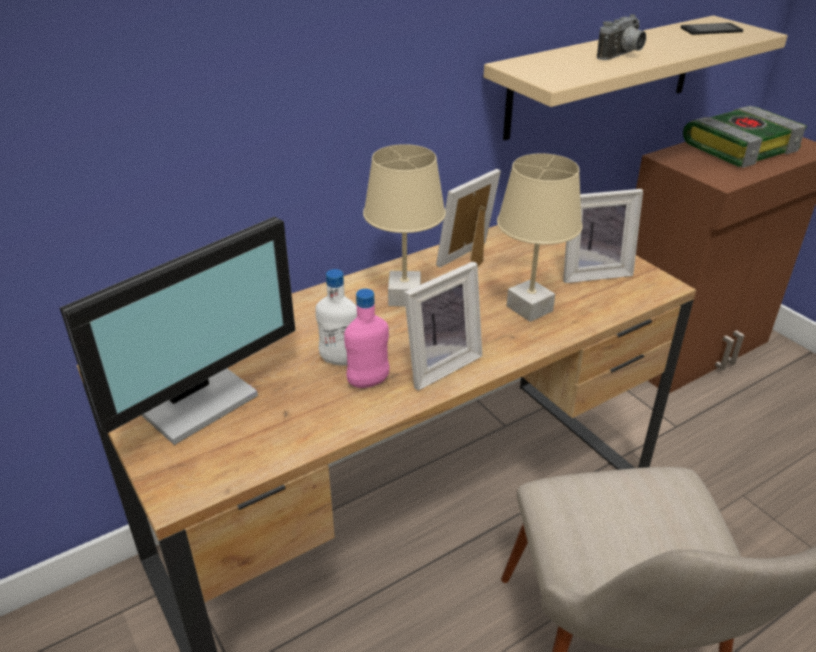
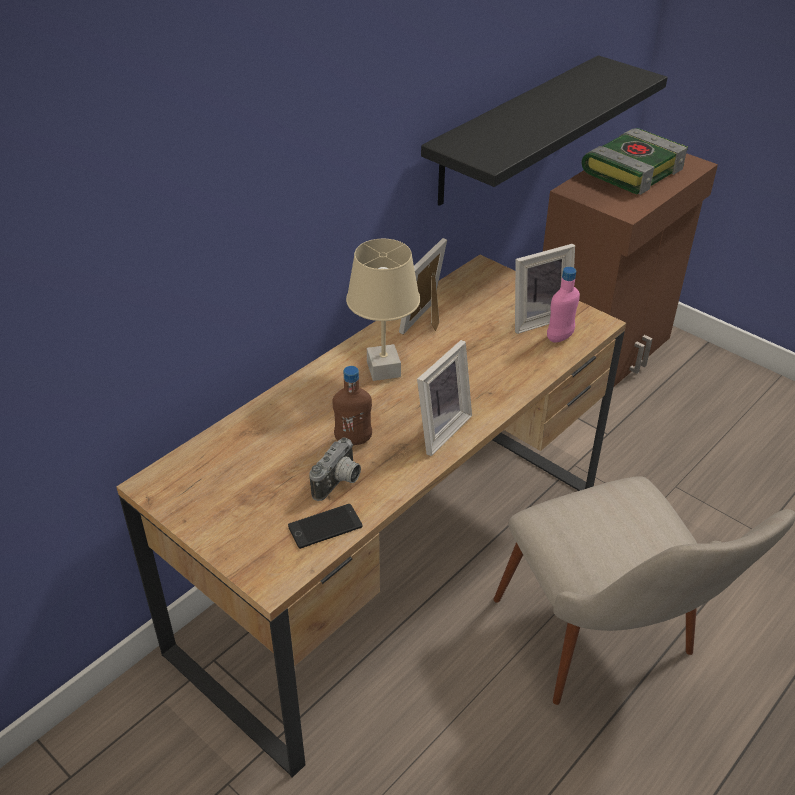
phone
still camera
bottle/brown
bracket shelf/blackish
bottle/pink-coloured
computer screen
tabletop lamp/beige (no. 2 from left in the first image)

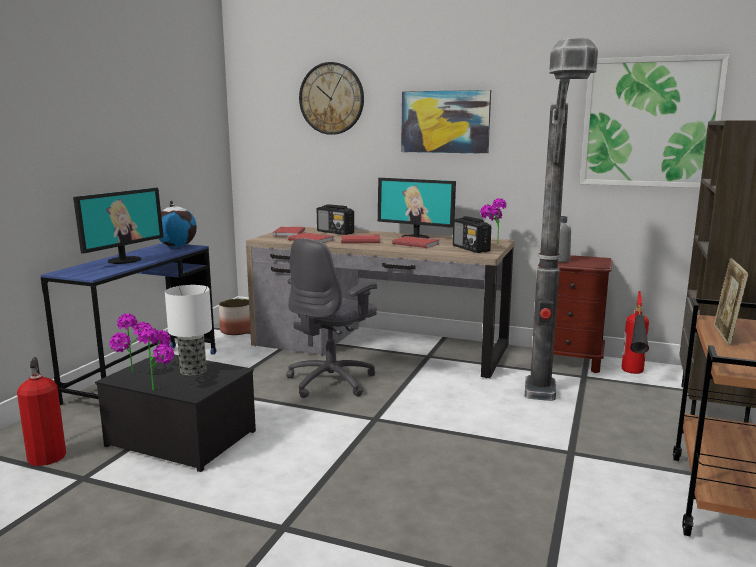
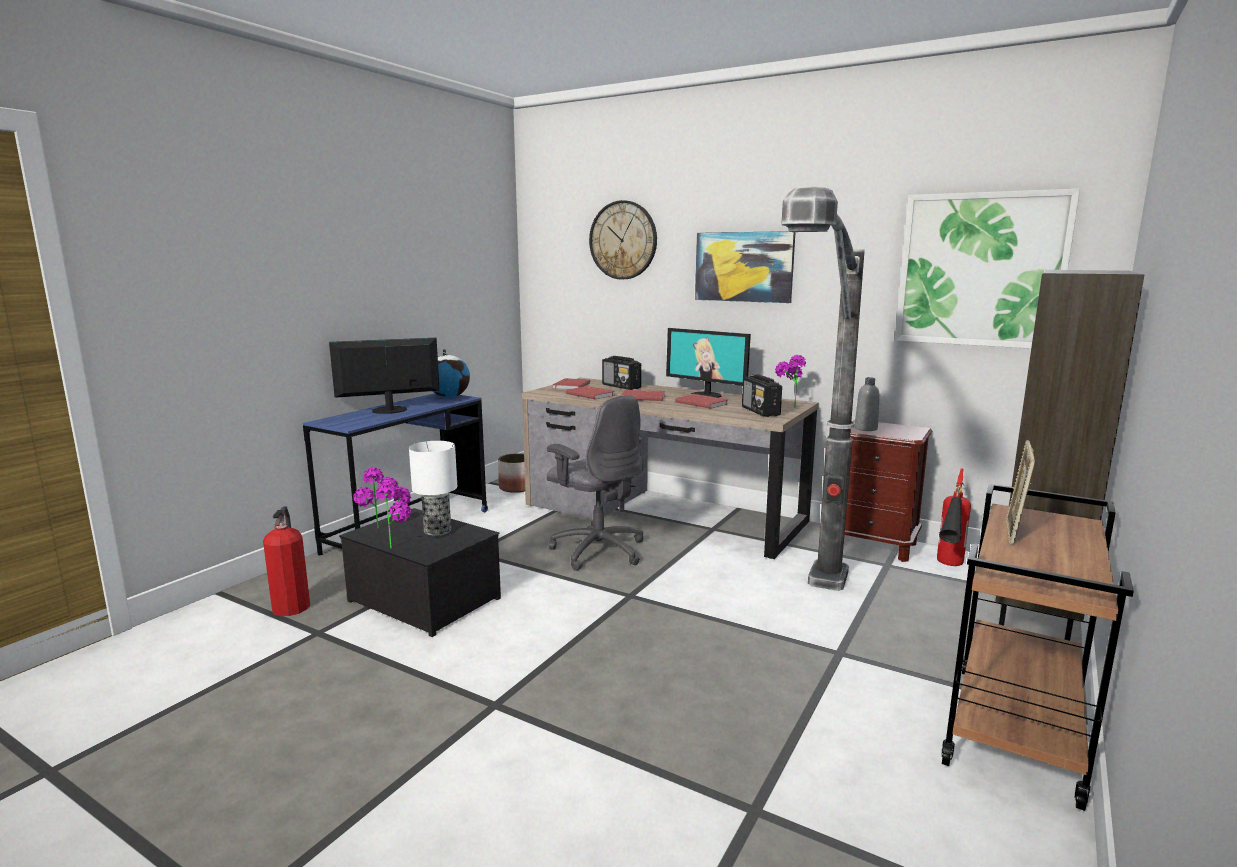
computer screen (no. 1 from left)
desk chair/gray

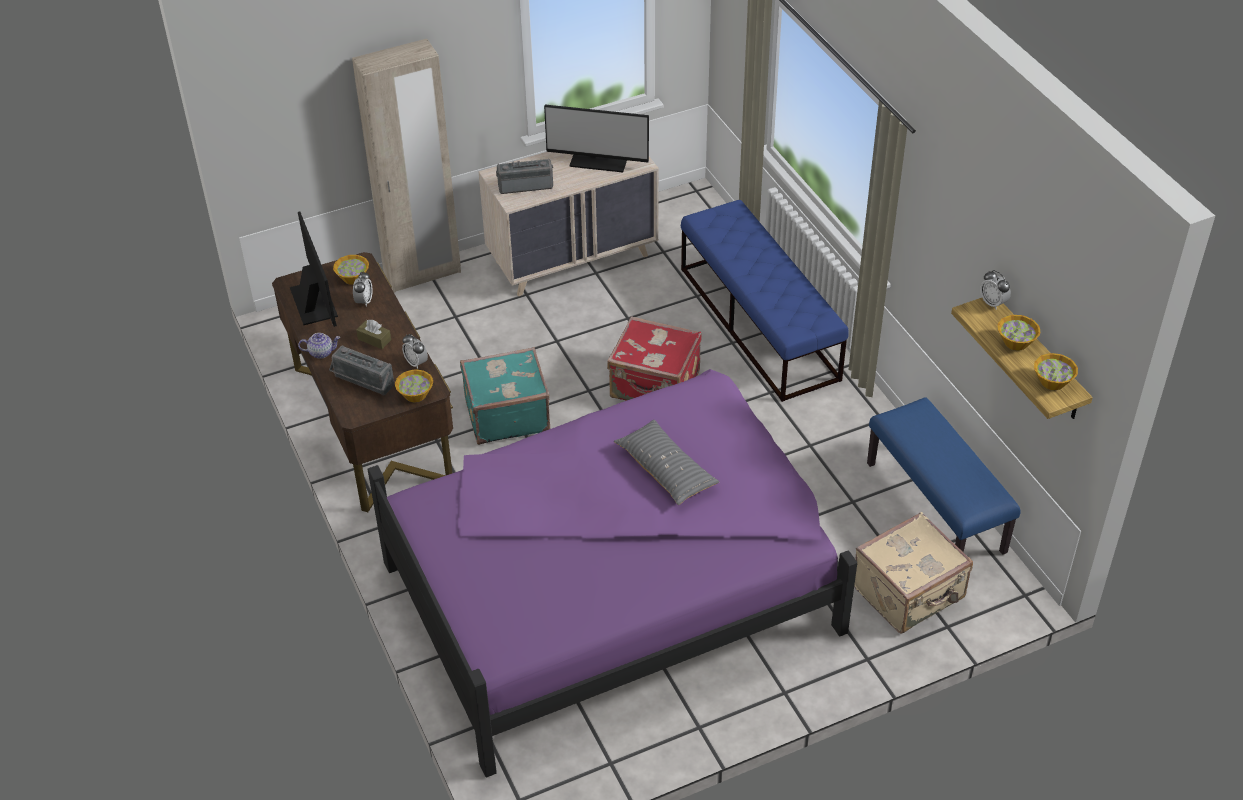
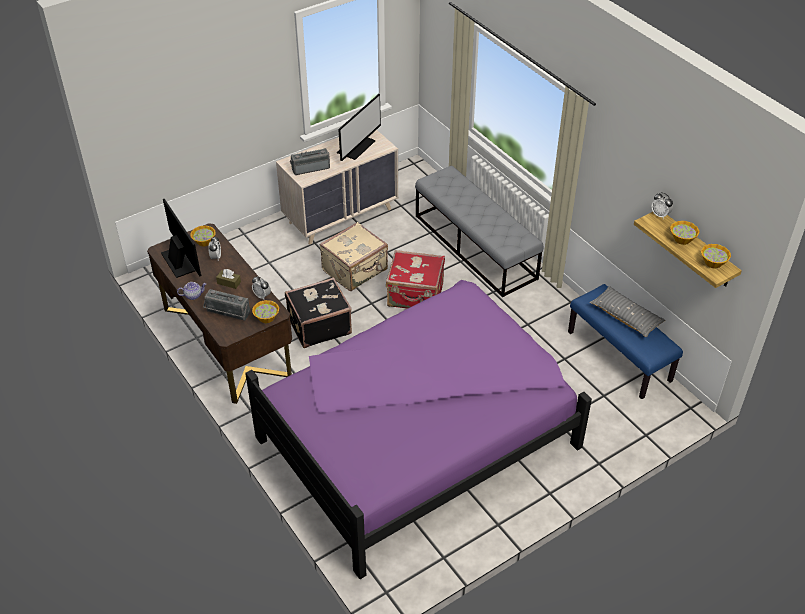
suitcase/blackish
suitcase/beige
computer screen (no. 2 from left)
bench/gray
throw pillow/gray
clothes cupboard/beige

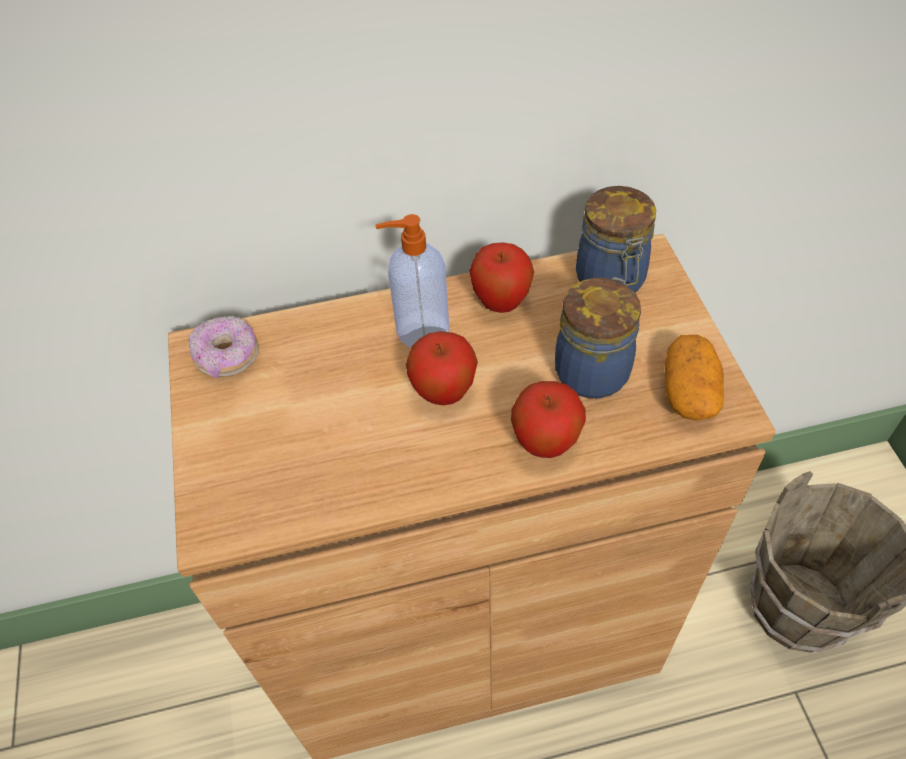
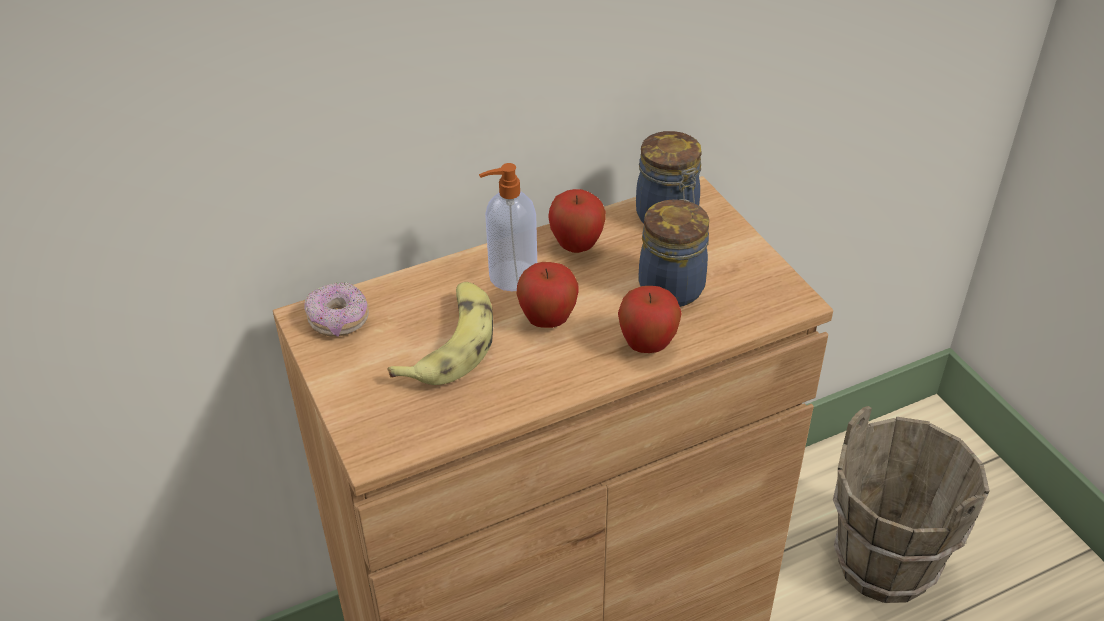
banana
whole potato

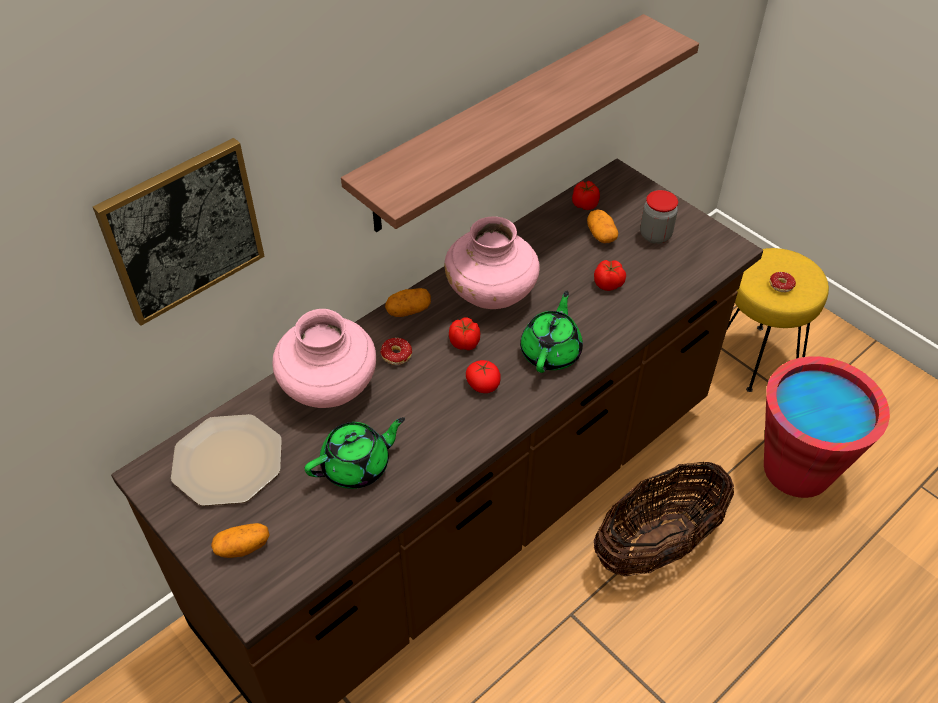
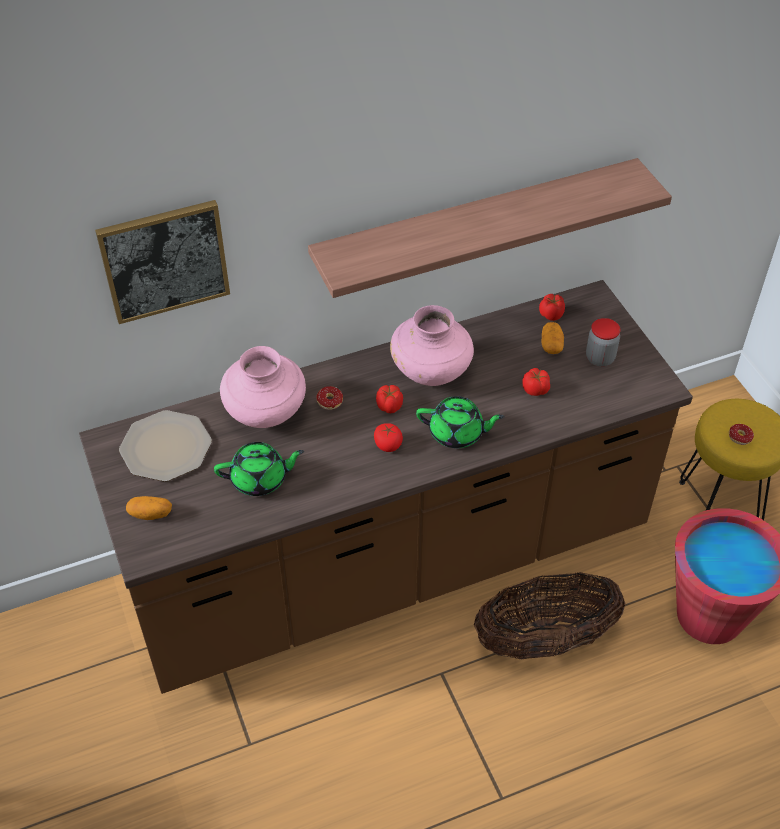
teapot/greenish (no. 2 from left)
whole potato (no. 2 from left in the first image)

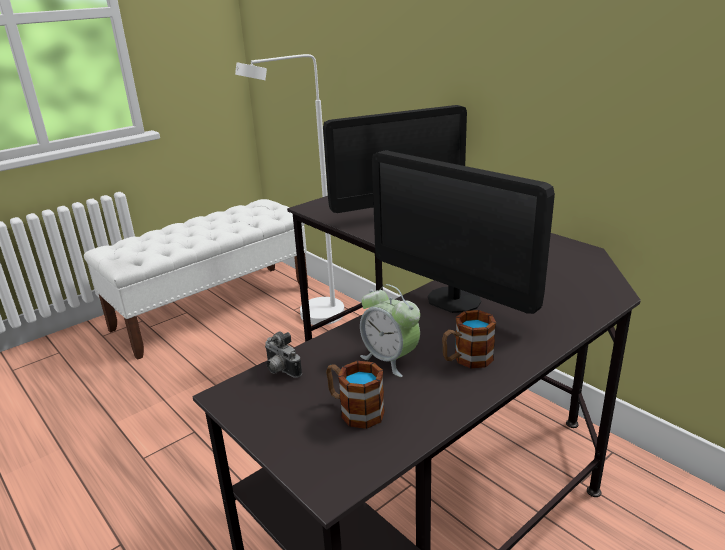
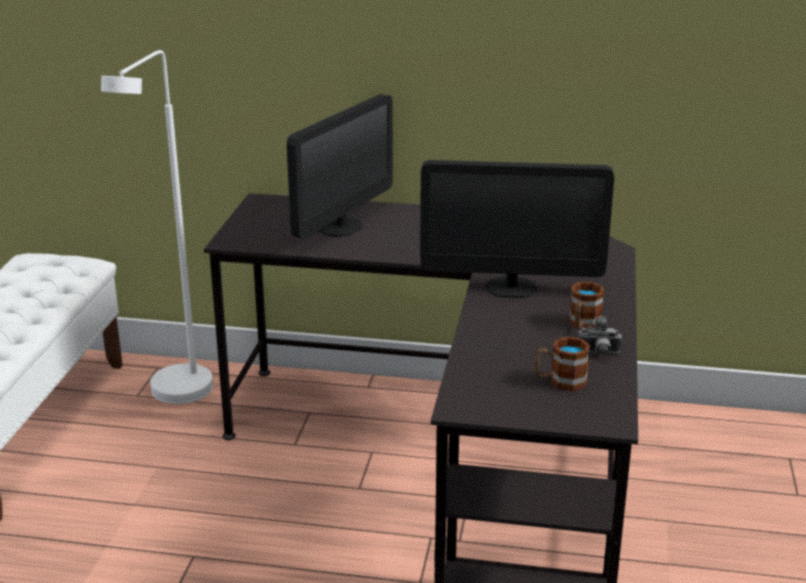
still camera
bedside clock

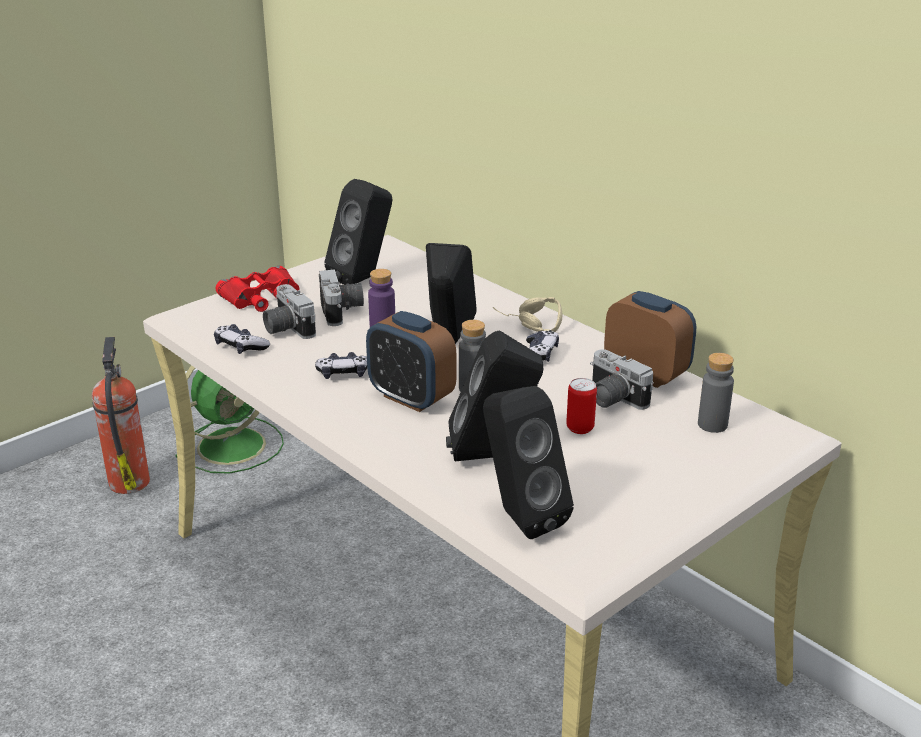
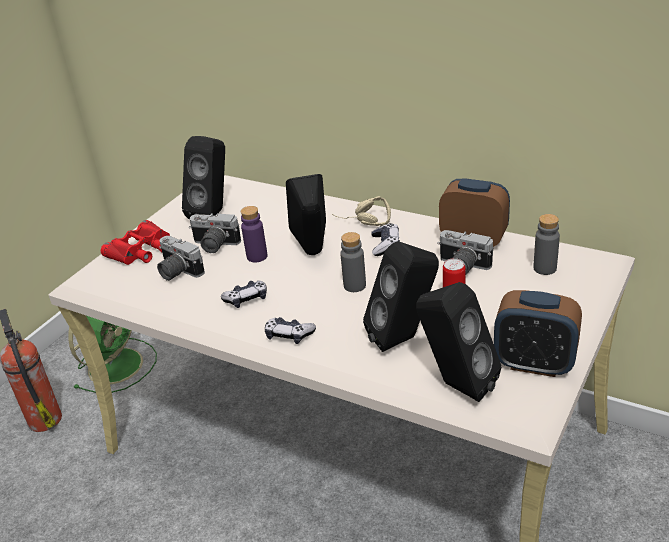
still camera (no. 2 from left)
joypad (no. 2 from left)
bedside clock (no. 2 from left)

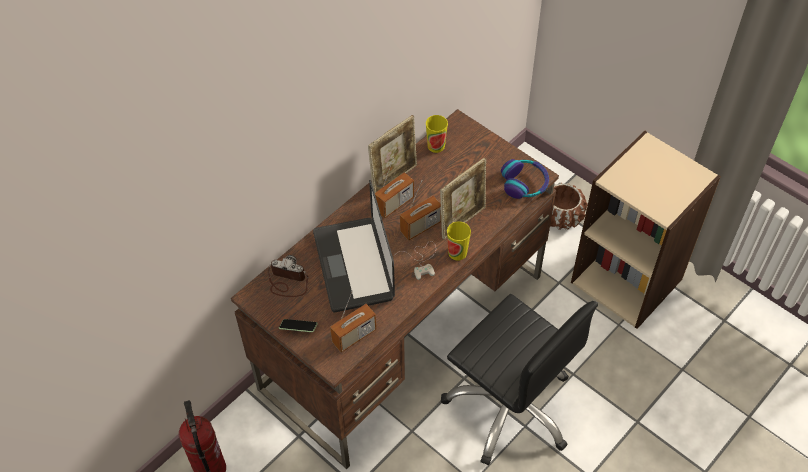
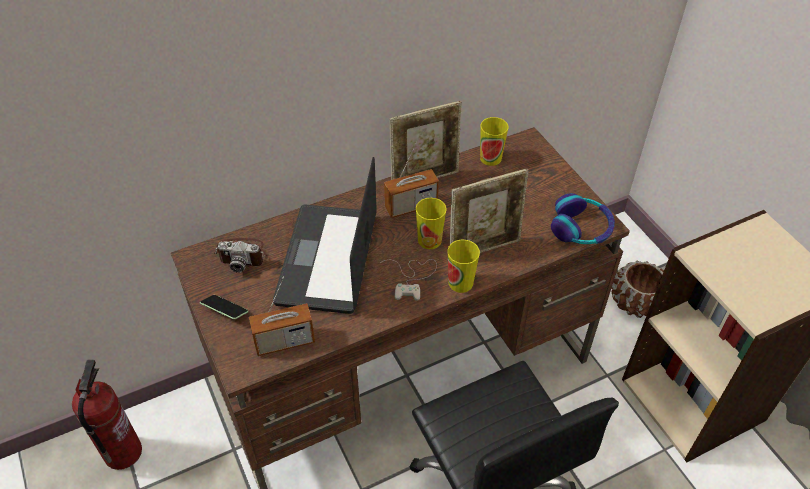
still camera
cup (no. 1 from left)

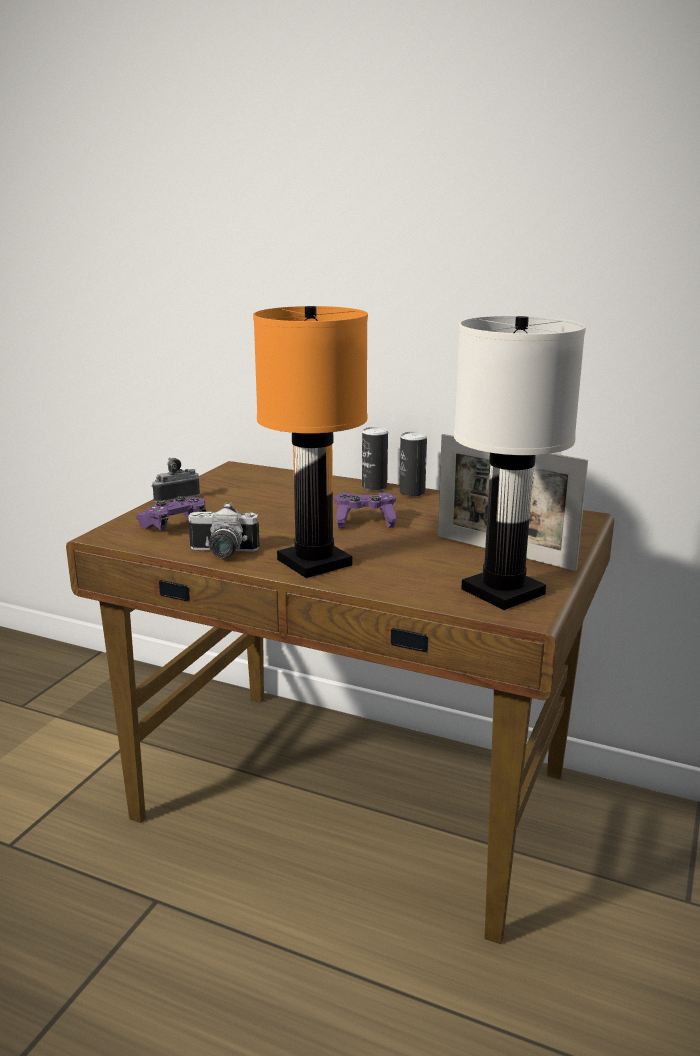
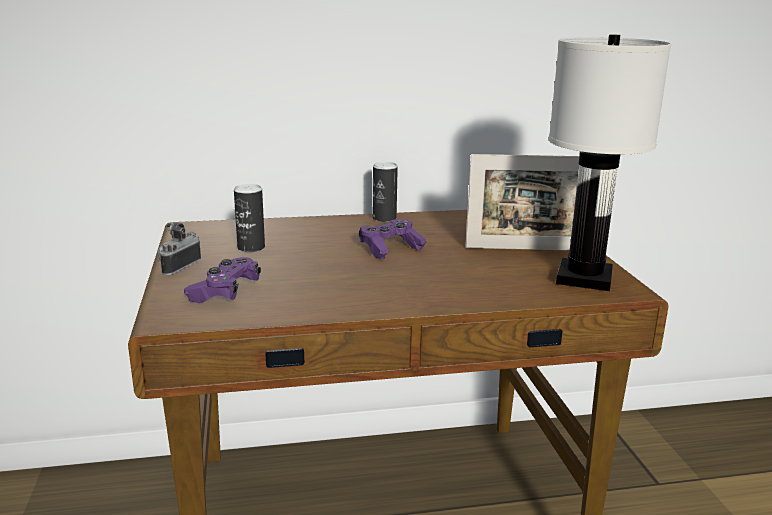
metal can (no. 1 from left)
still camera (no. 2 from left in the first image)
tabletop lamp/orange-coloured

